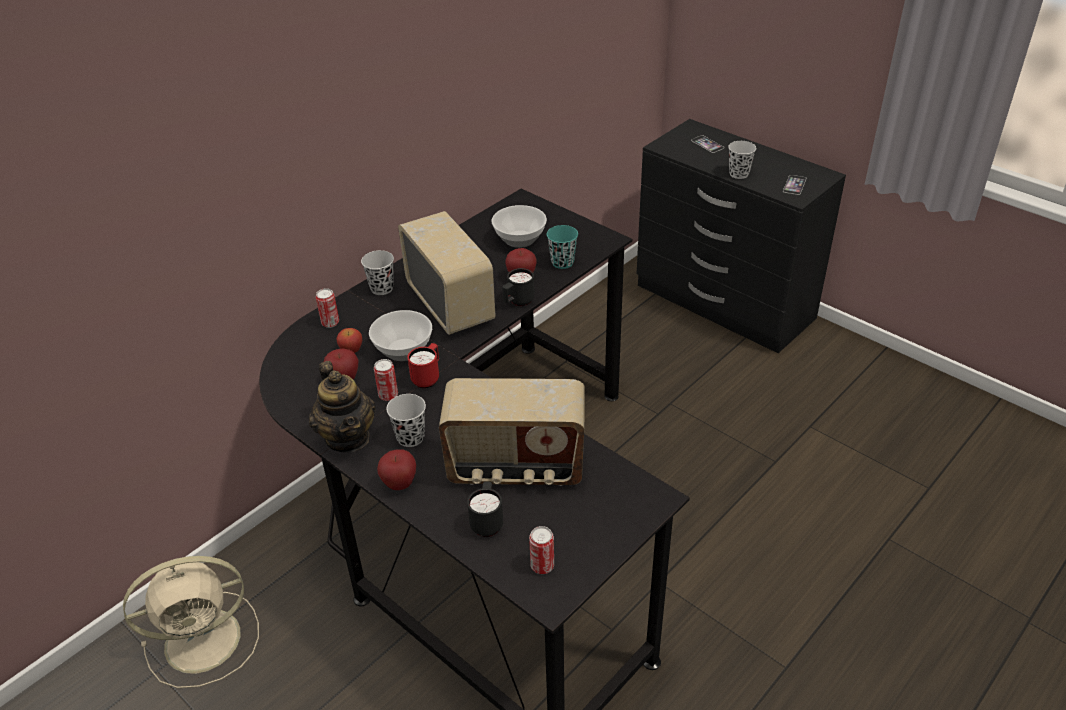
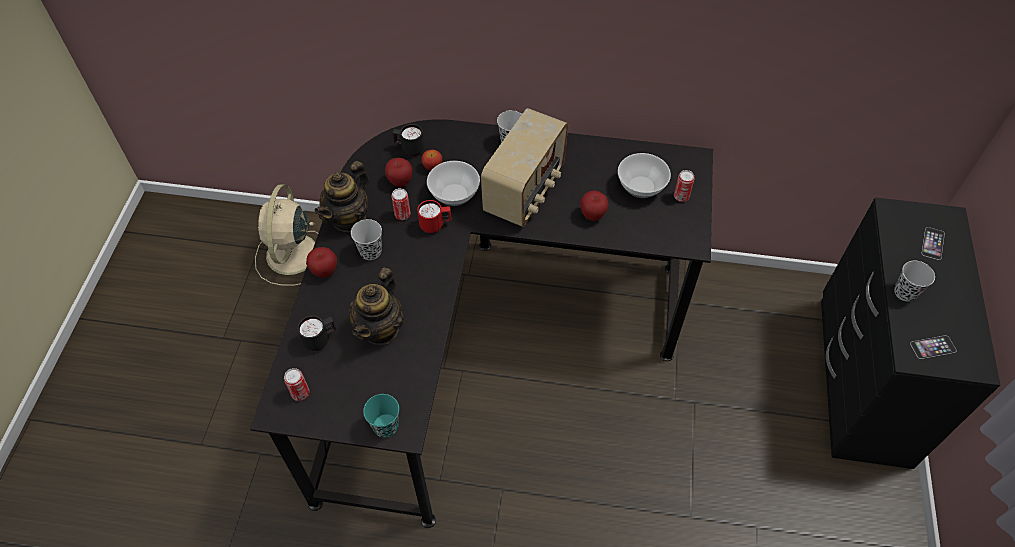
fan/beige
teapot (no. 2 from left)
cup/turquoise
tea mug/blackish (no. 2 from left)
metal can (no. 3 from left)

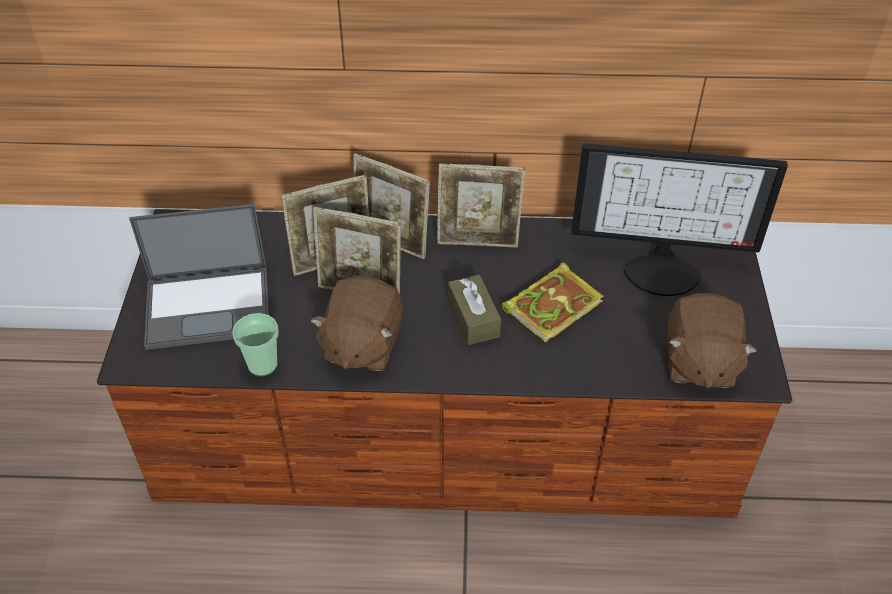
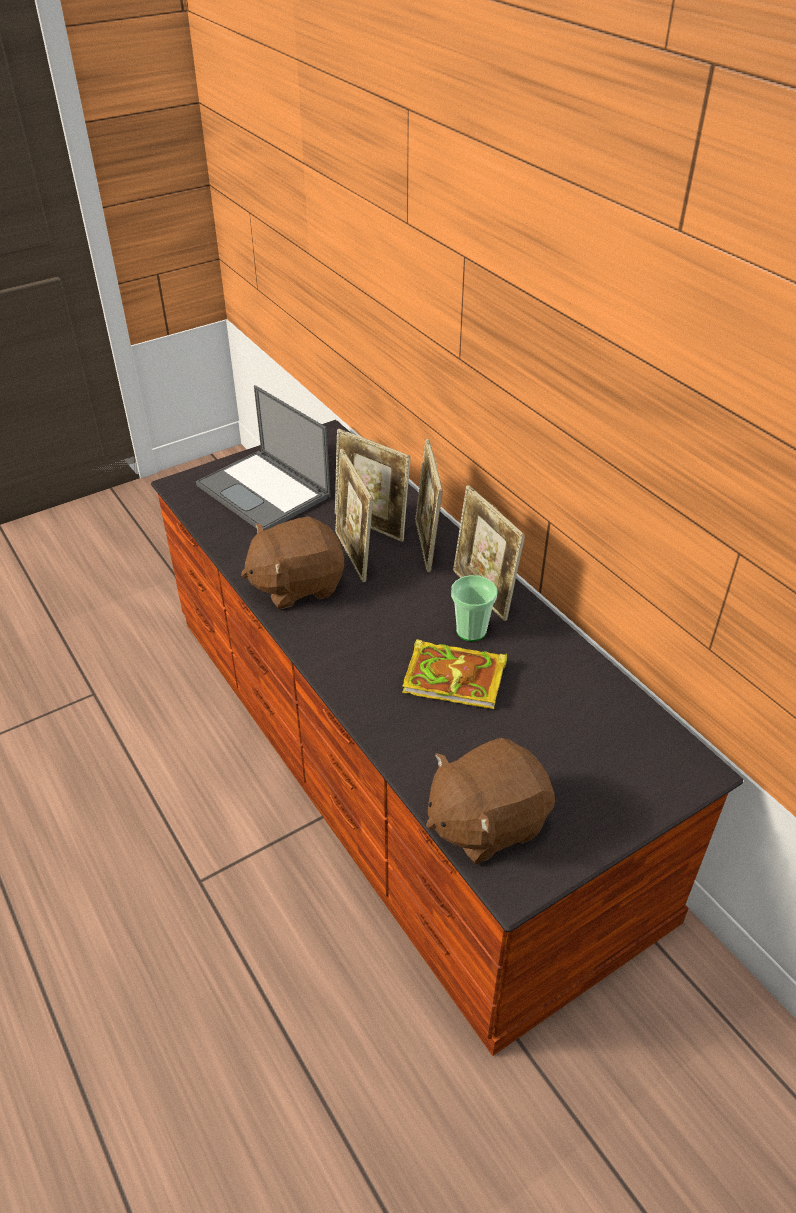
cup
tissue holder/brown
computer screen

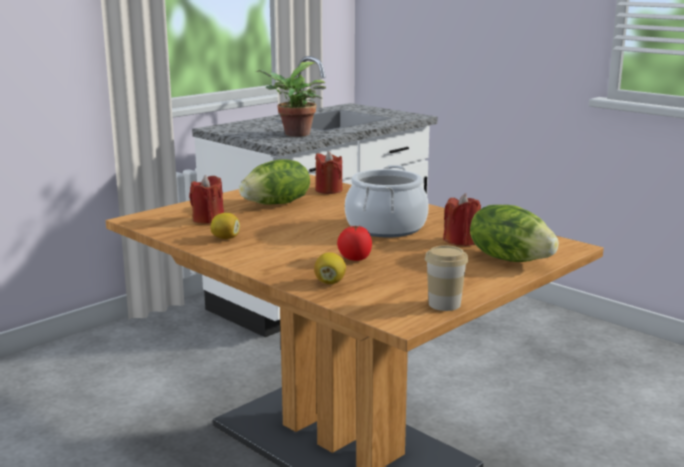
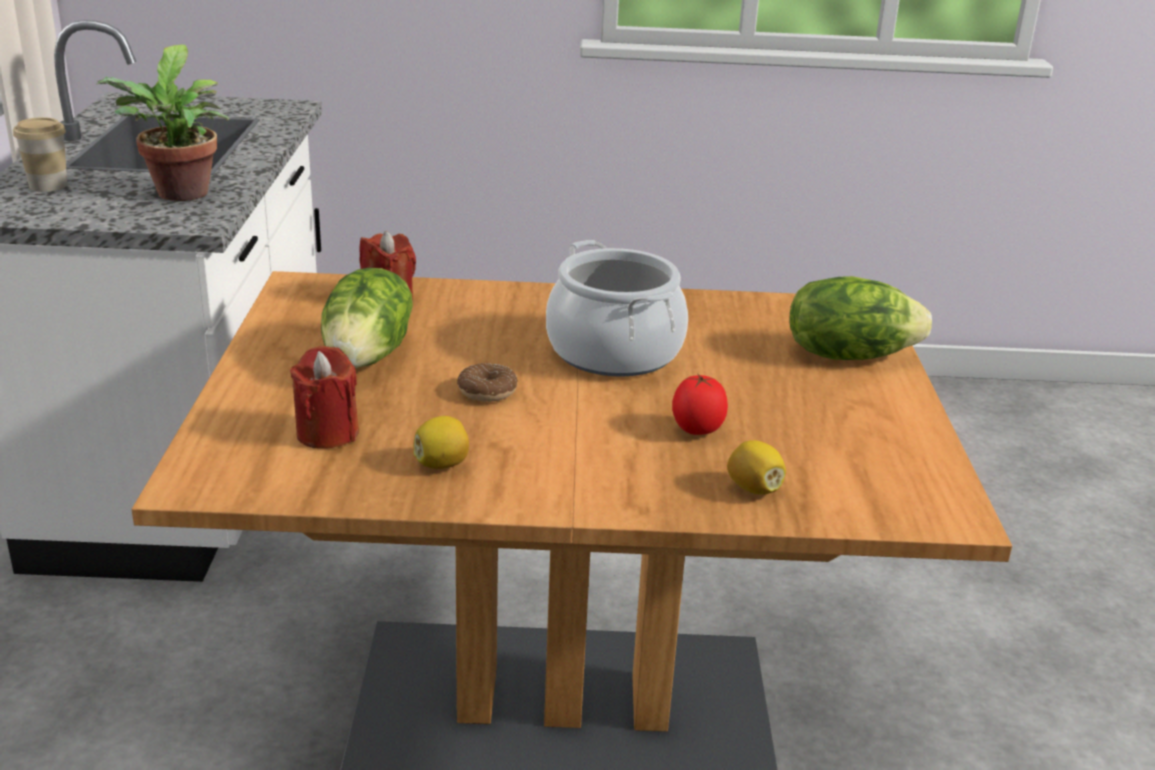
cup
donut
wax light/reddish (no. 3 from left in the first image)

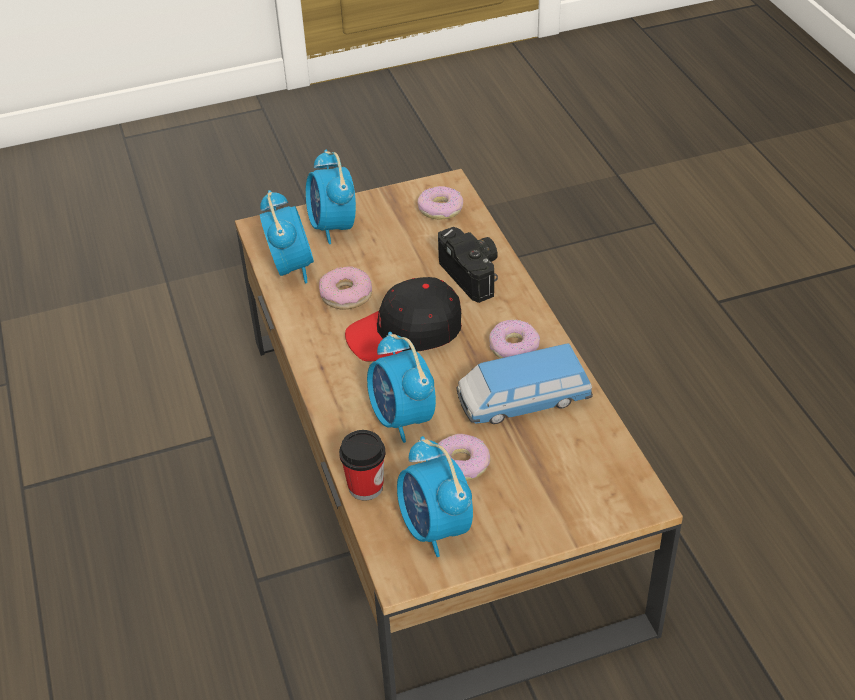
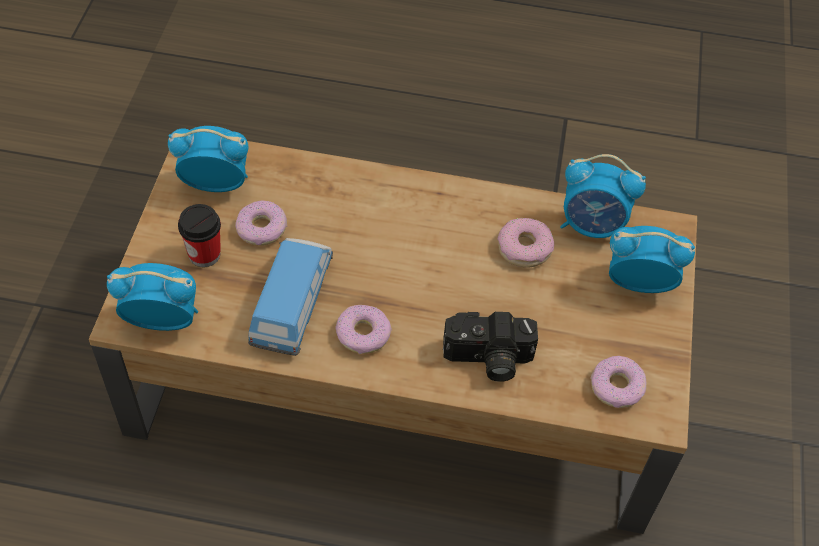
bedside clock (no. 1 from left)
cup
peaked cap/blackish

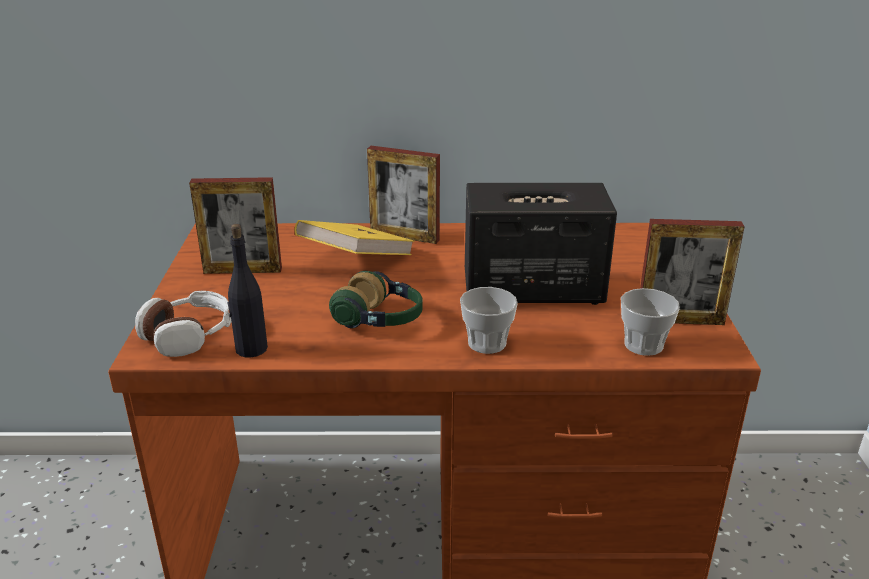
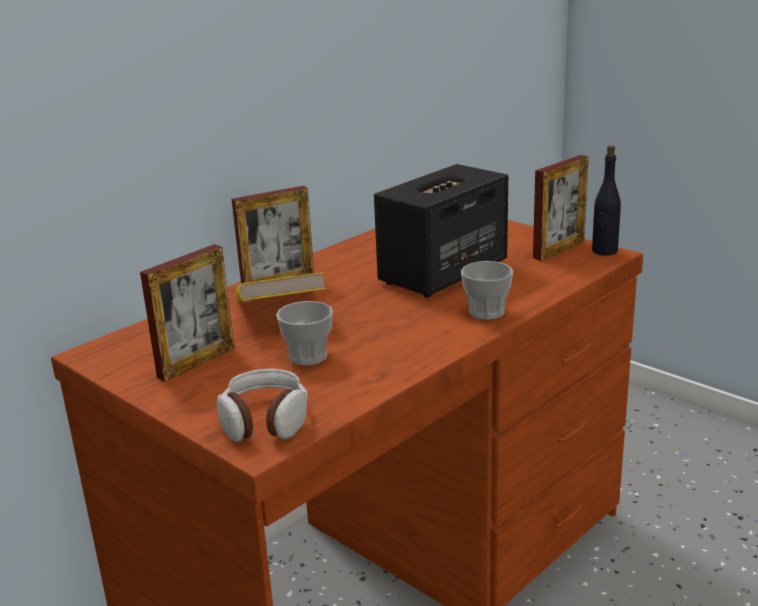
cup (no. 1 from left)
bottle/blackish
headset (no. 2 from left in the first image)

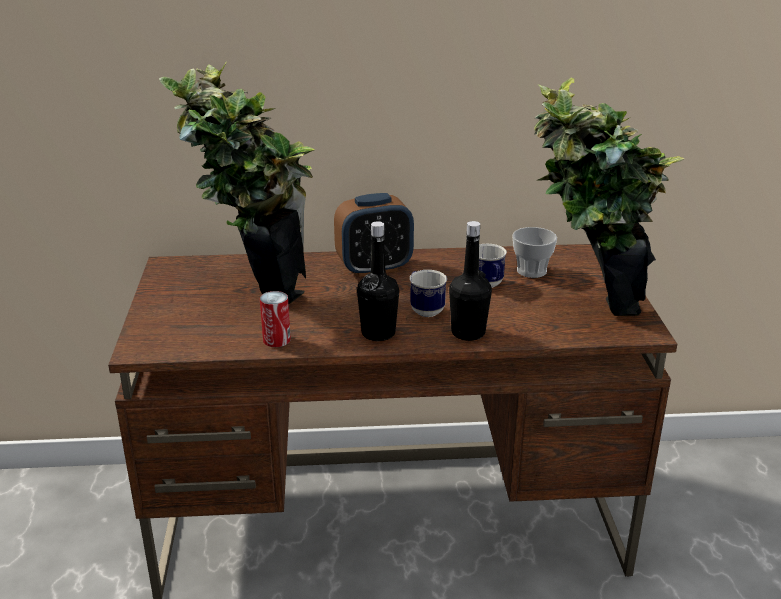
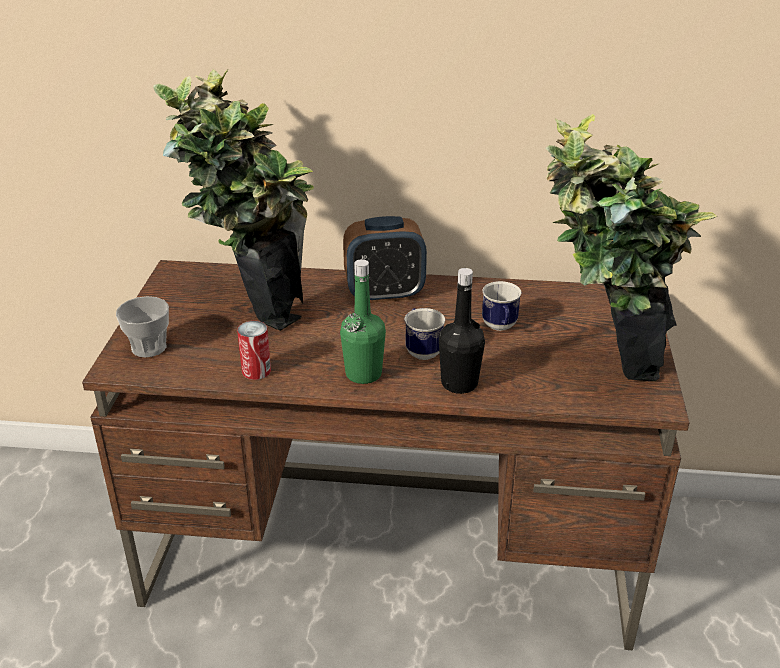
cup
bottle/greenish

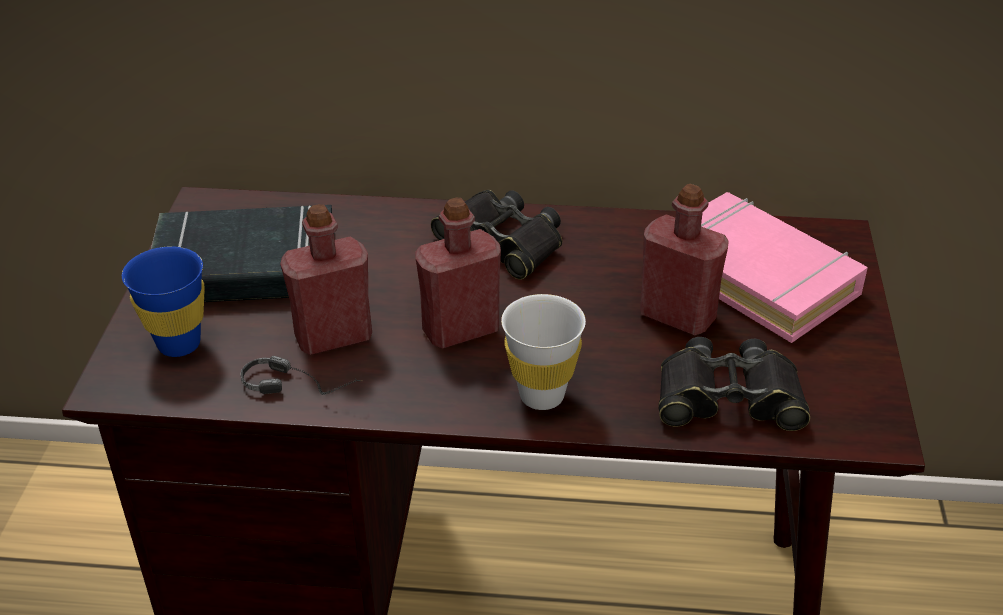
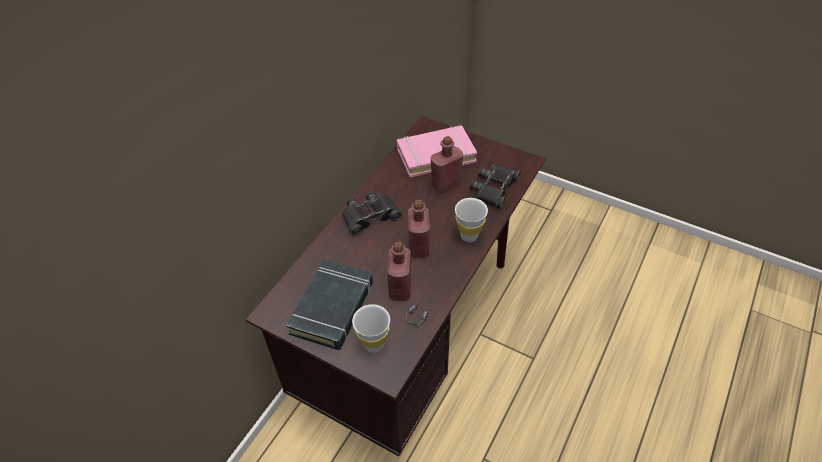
cup/white-coloured (no. 1 from left)

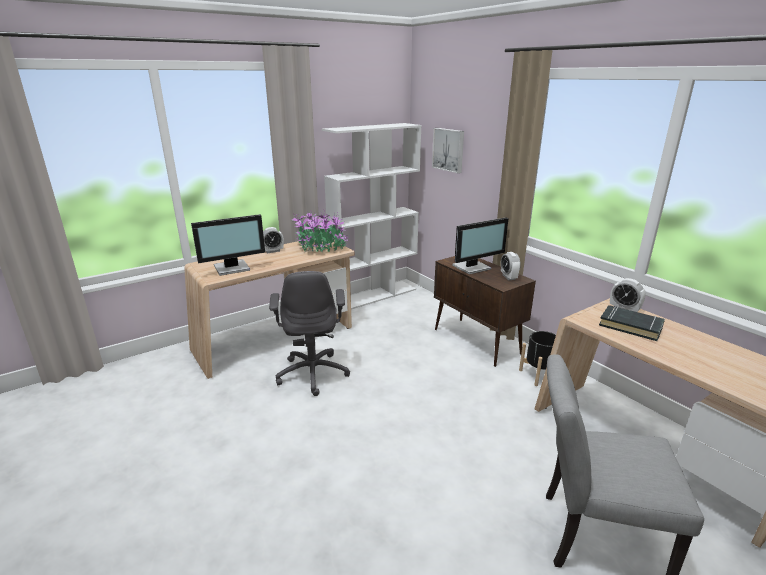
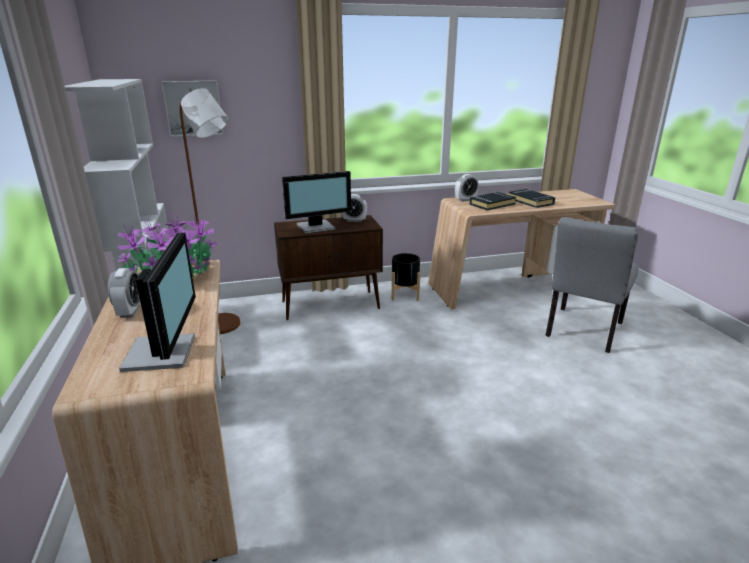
standard lamp/brown
computer screen (no. 2 from left)
bound book/blackish (no. 2 from left)
desk chair/gray

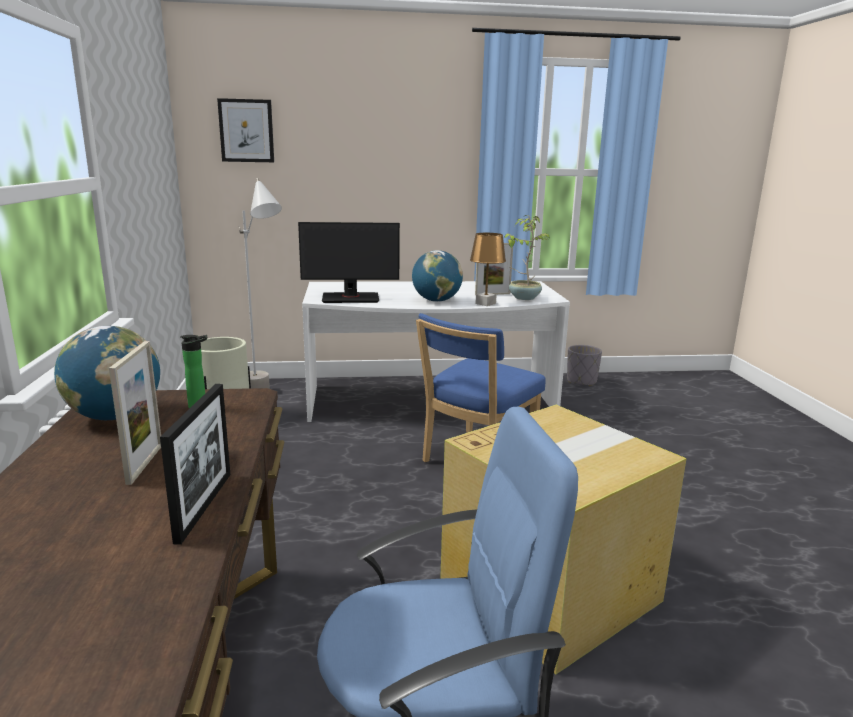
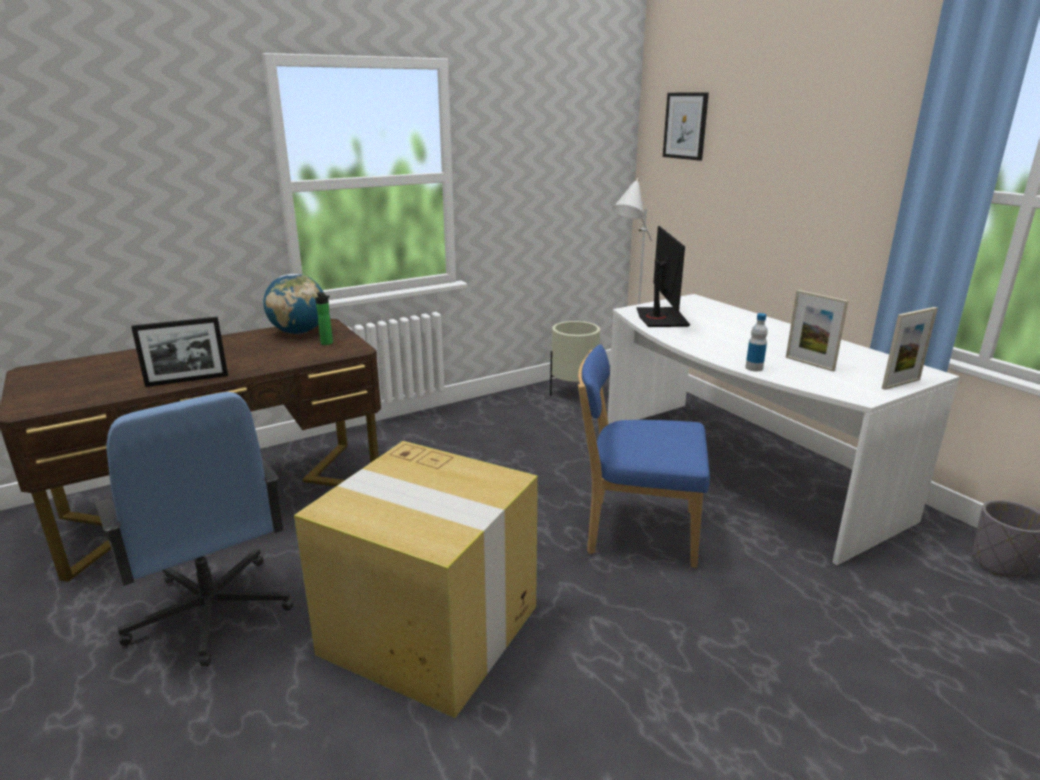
computer screen
bottle (no. 2 from left)
picture frame (no. 3 from left)
desk globe (no. 2 from left in the first image)
potted plant

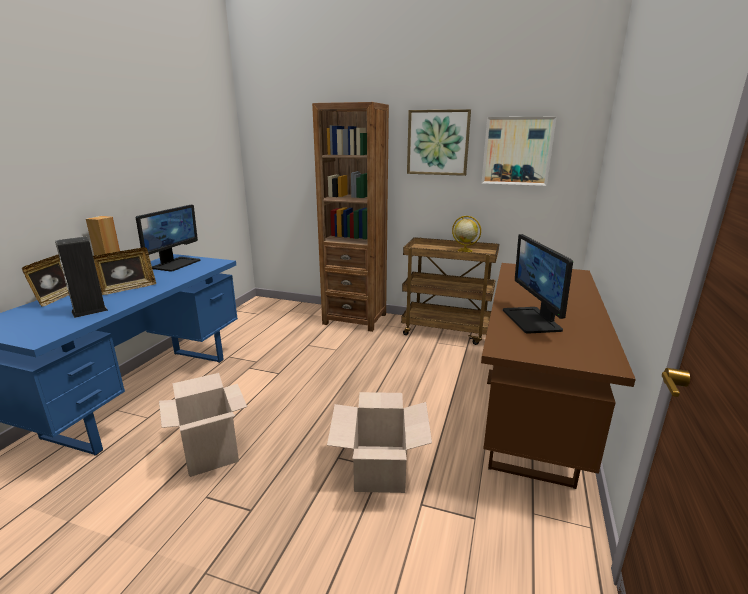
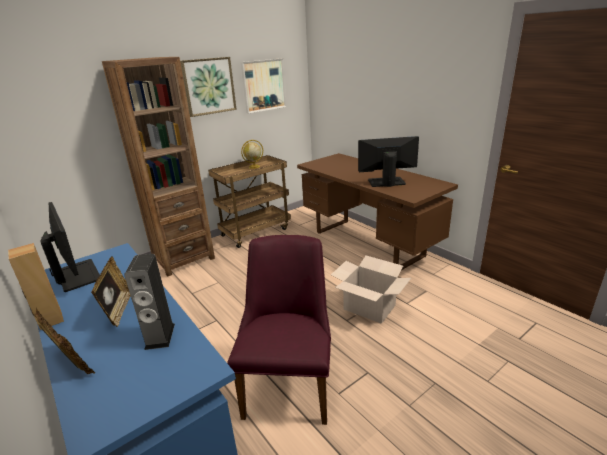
plain chair/purple-coloured
computer screen (no. 2 from left)

